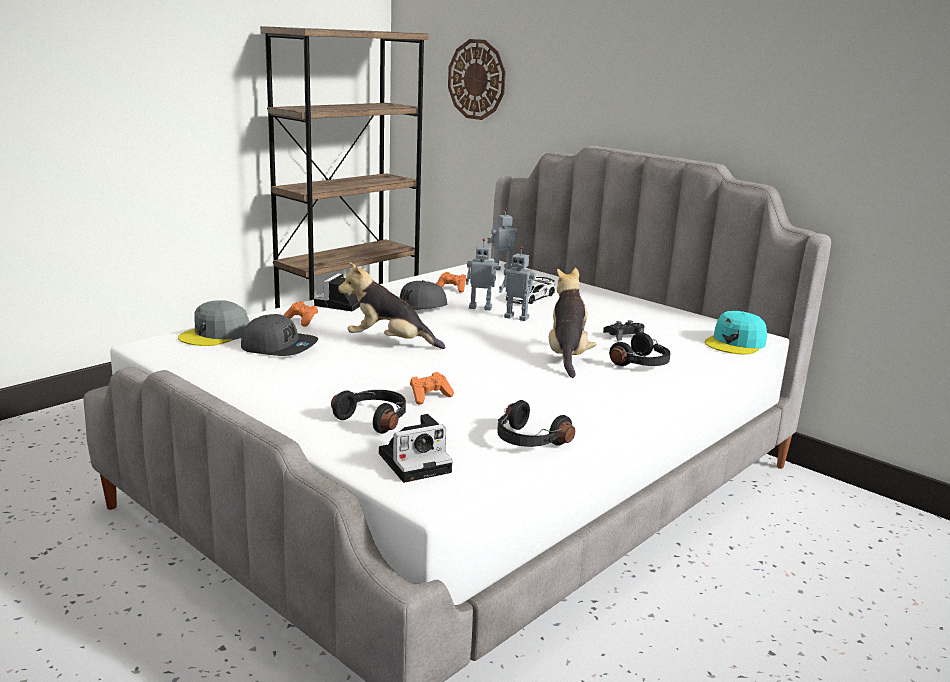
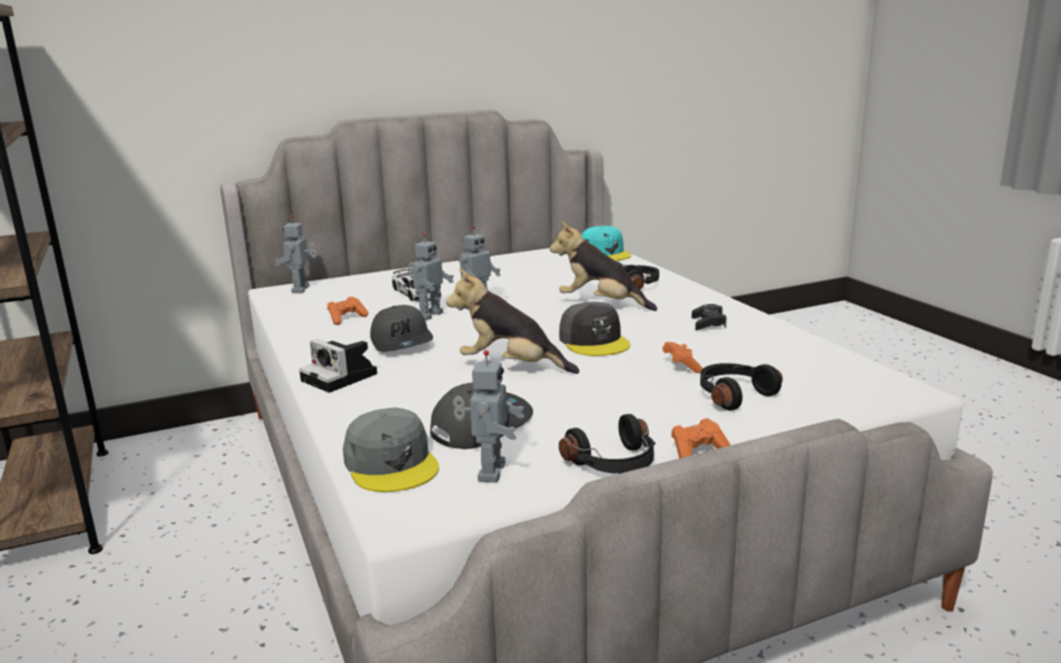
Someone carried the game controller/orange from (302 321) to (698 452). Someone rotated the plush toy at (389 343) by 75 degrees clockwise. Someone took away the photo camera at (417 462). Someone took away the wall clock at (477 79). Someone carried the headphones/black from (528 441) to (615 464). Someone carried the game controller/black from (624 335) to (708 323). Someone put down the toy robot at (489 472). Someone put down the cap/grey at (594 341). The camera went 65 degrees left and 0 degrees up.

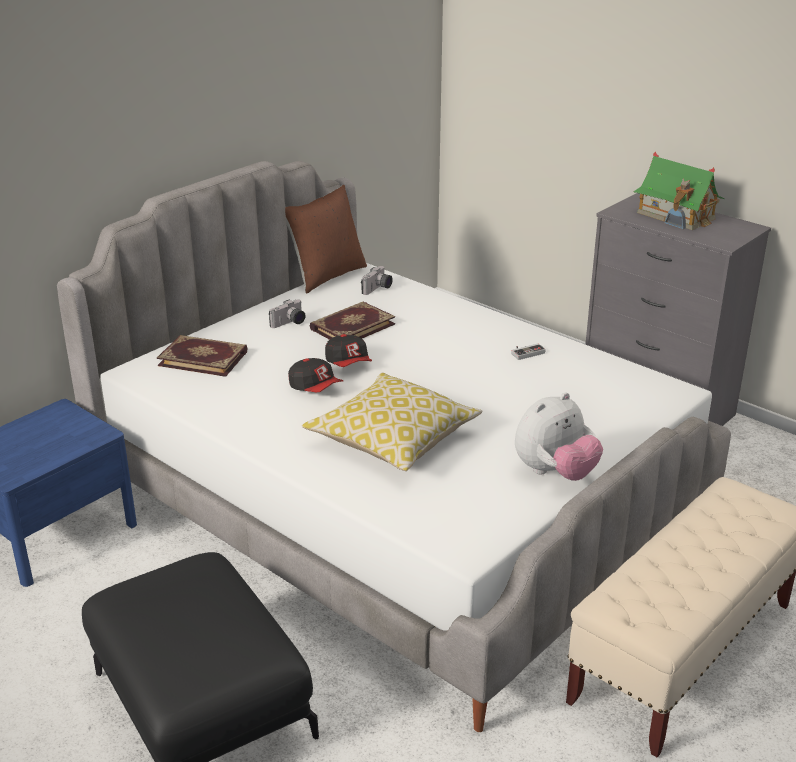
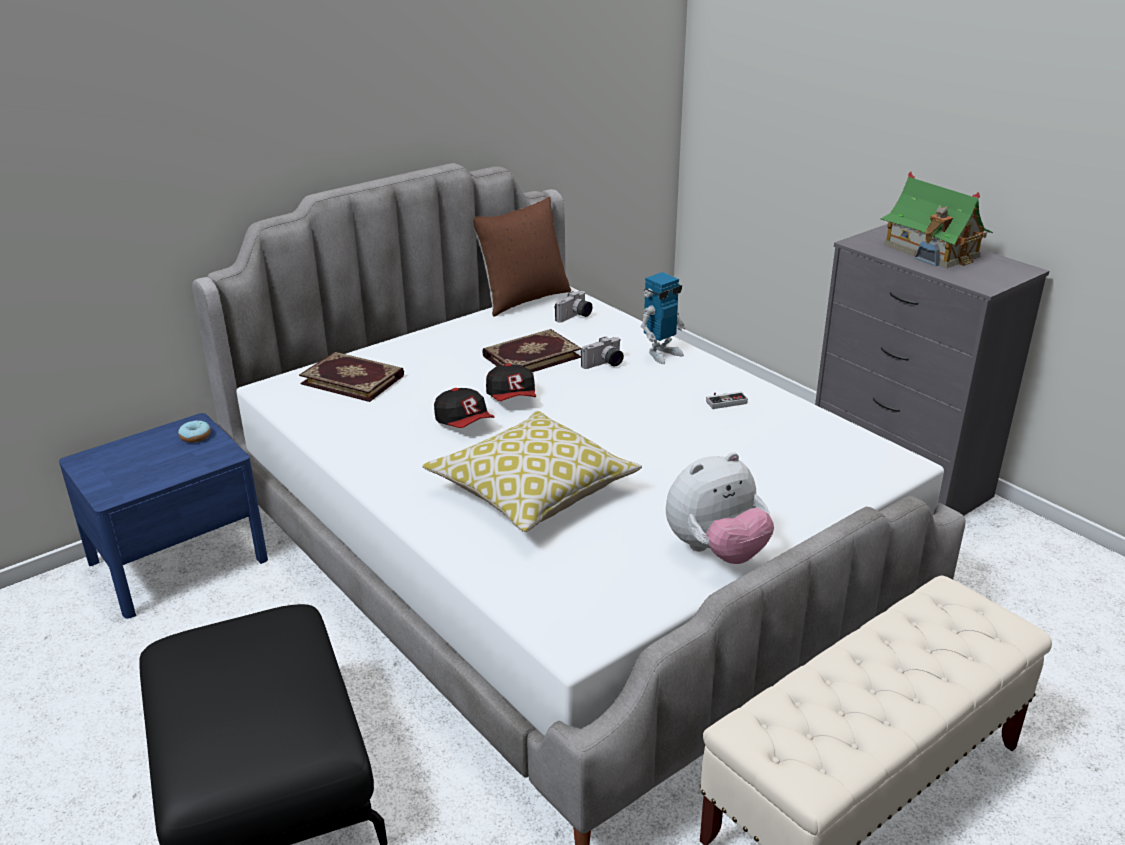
Someone carried the photo camera from (289 323) to (604 365). Someone put down the donut at (195 437). Someone put down the toy robot at (661 354). The camera went 10 degrees right and 0 degrees up.

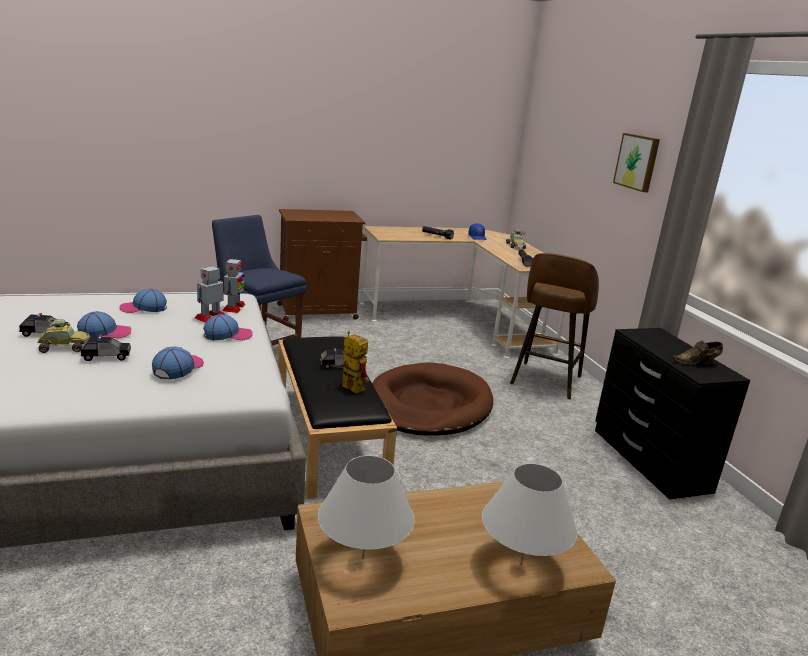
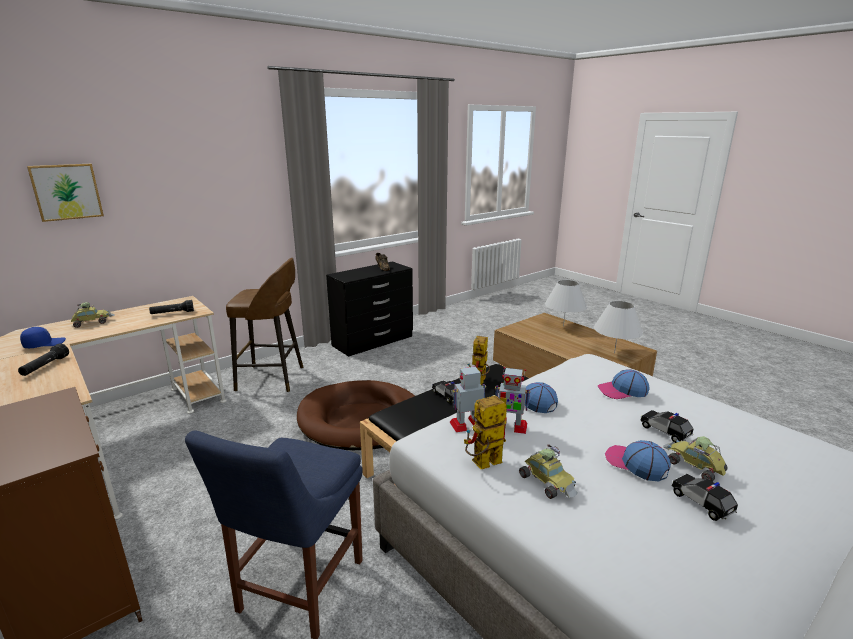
Someone swapped the cap at (143 308) for the toy car at (548 482). Someone carried the picture from (637 162) to (66 191). Someone put down the toy robot at (483 465). The camera went 110 degrees left and 0 degrees up.

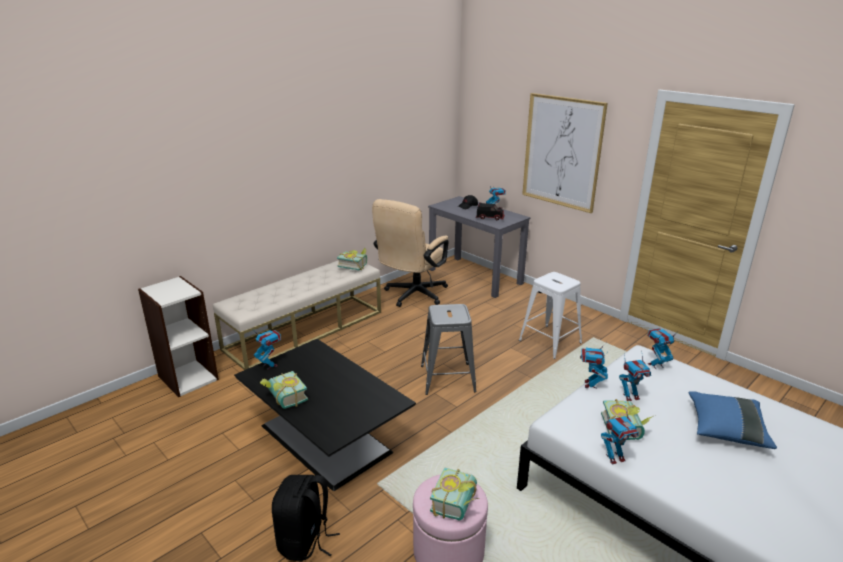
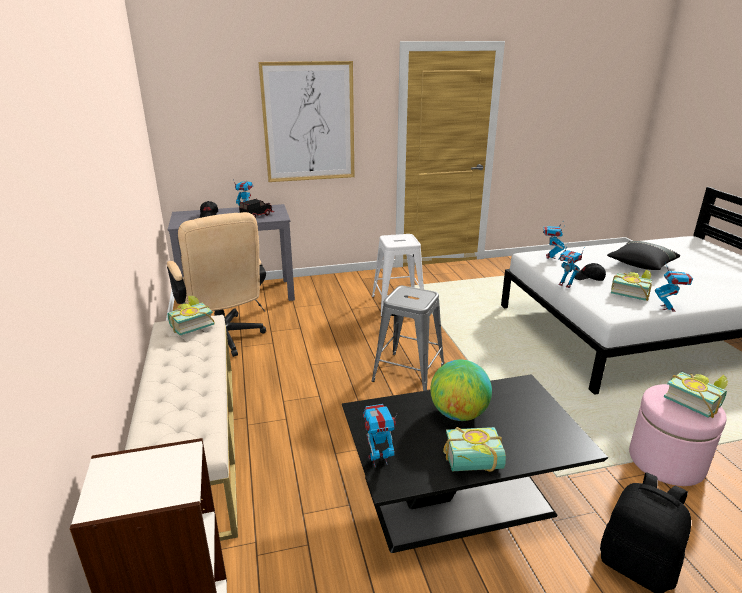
Someone swapped the toy robot at (630 397) for the cap/black at (588 278). Someone repainted the pillow/blue at (726 429), which became the pillow/black at (640 265). Someone put down the globe at (458 414). The camera went 60 degrees left and 0 degrees up.

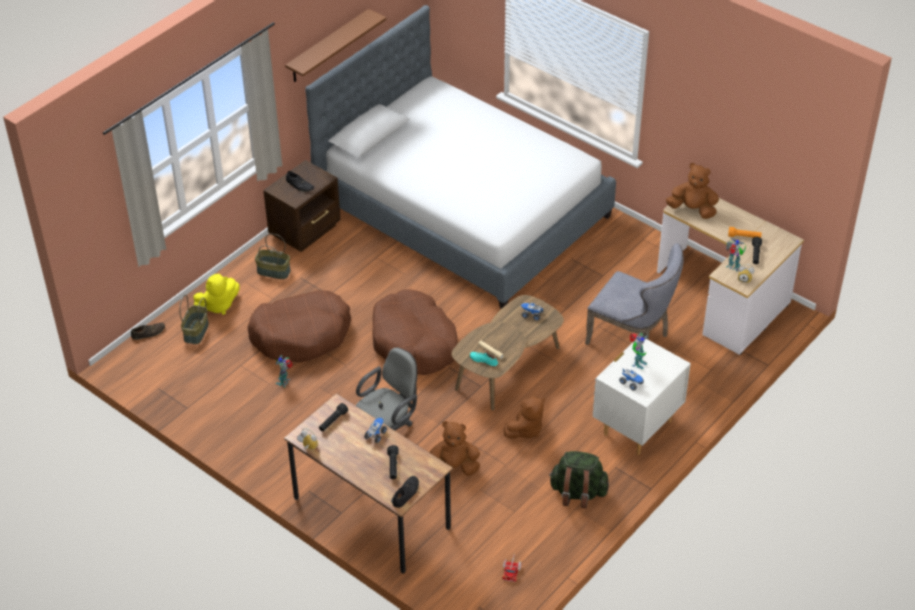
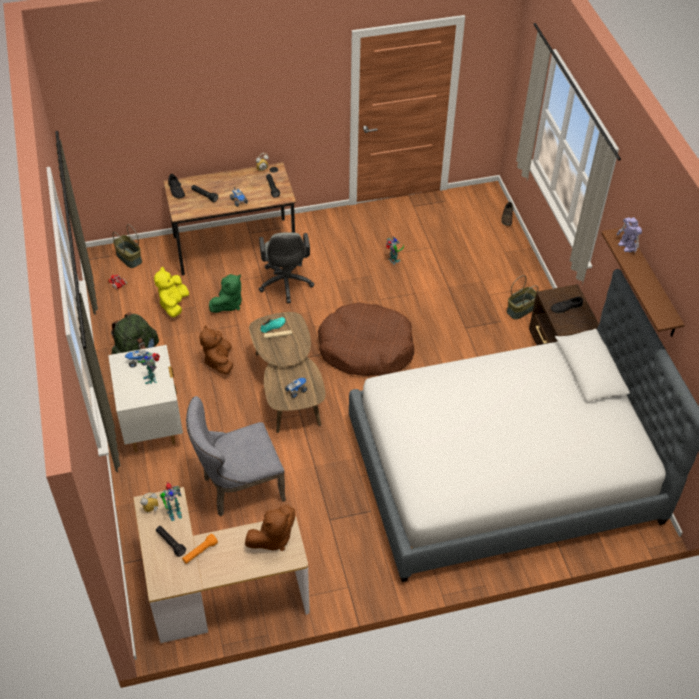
Someone carried the basket from (196 332) to (128 258). Someone carried the plush toy/yellow from (218 305) to (174 304). Someone took away the dog bed/brown at (301 335). Someone repainted the plush toy/brown at (453 467), which became the plush toy/green at (228 304). Someone put down the toy robot at (626 247). The camera went 125 degrees right and 5 degrees up.

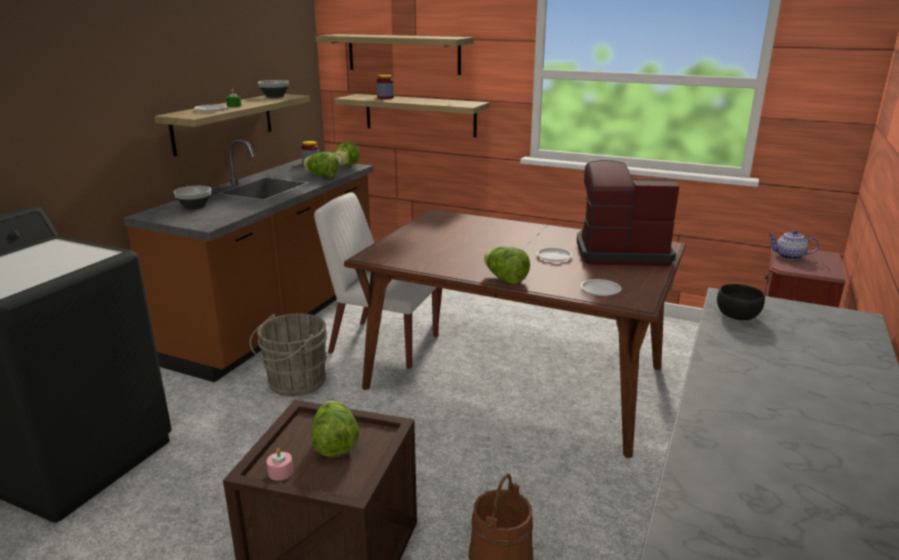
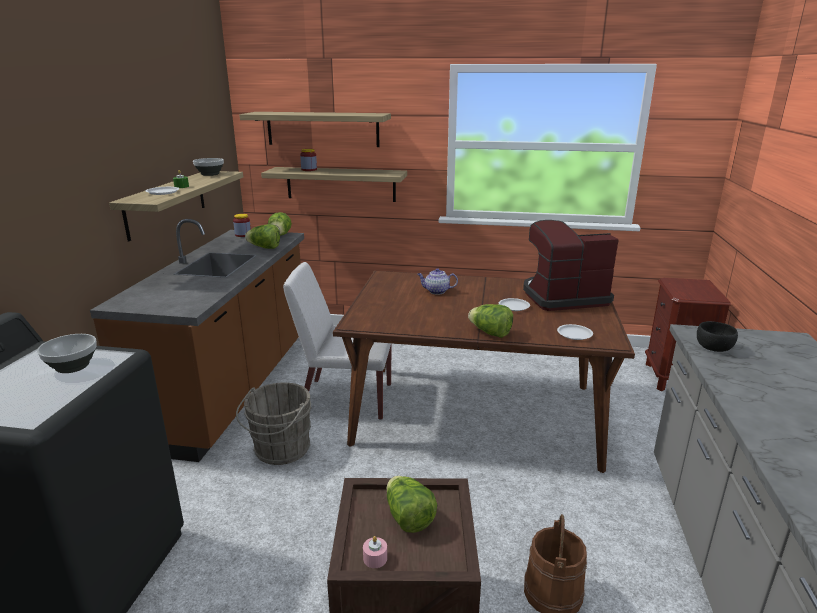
Someone carried the bowl from (194 206) to (72 367). Someone carried the teapot from (789 256) to (436 291). The camera went 15 degrees left and 0 degrees up.

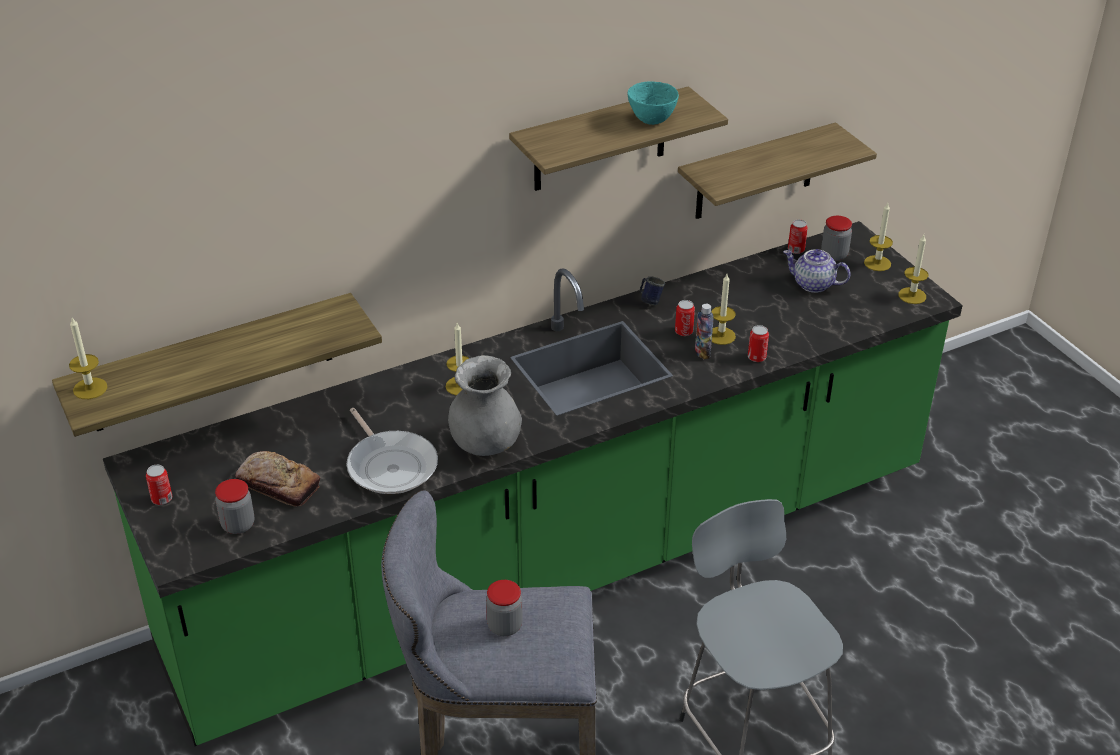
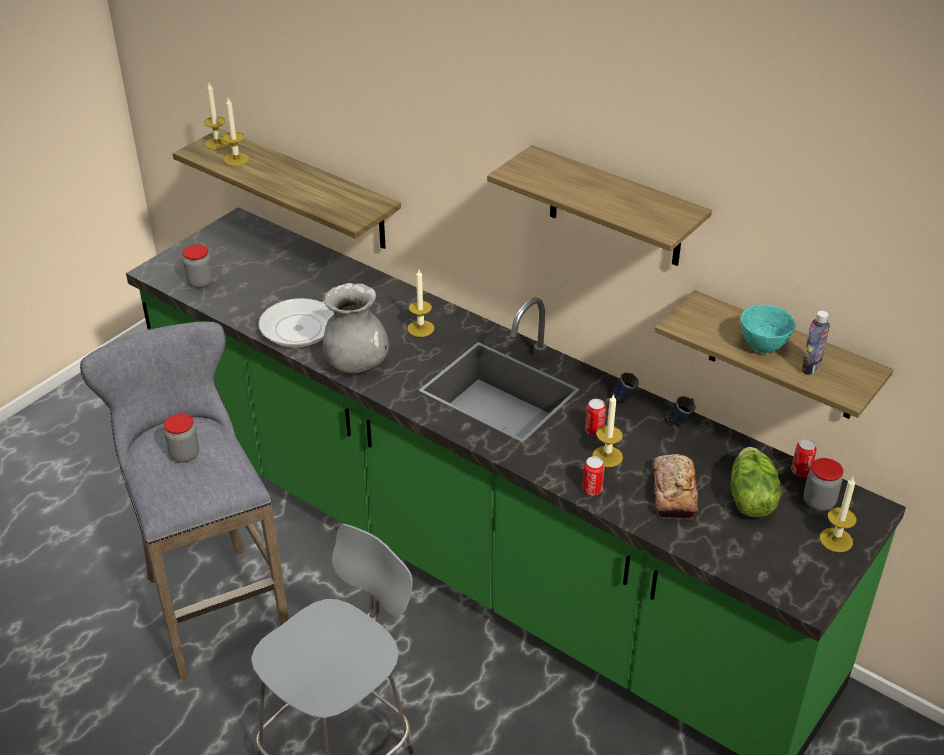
Someone took away the can at (162 499). Someone carried the bread from (278 485) to (673 492). Someone carried the bowl/turquoise from (651 120) to (761 346). Someone carried the bottle from (702 353) to (810 368). Someone swapped the teapot at (813 284) for the lettuce at (749 499). Someone carried the candle from (912 295) to (236 159). Someone put down the mug/blue at (681 420). The camera went 65 degrees right and 0 degrees up.

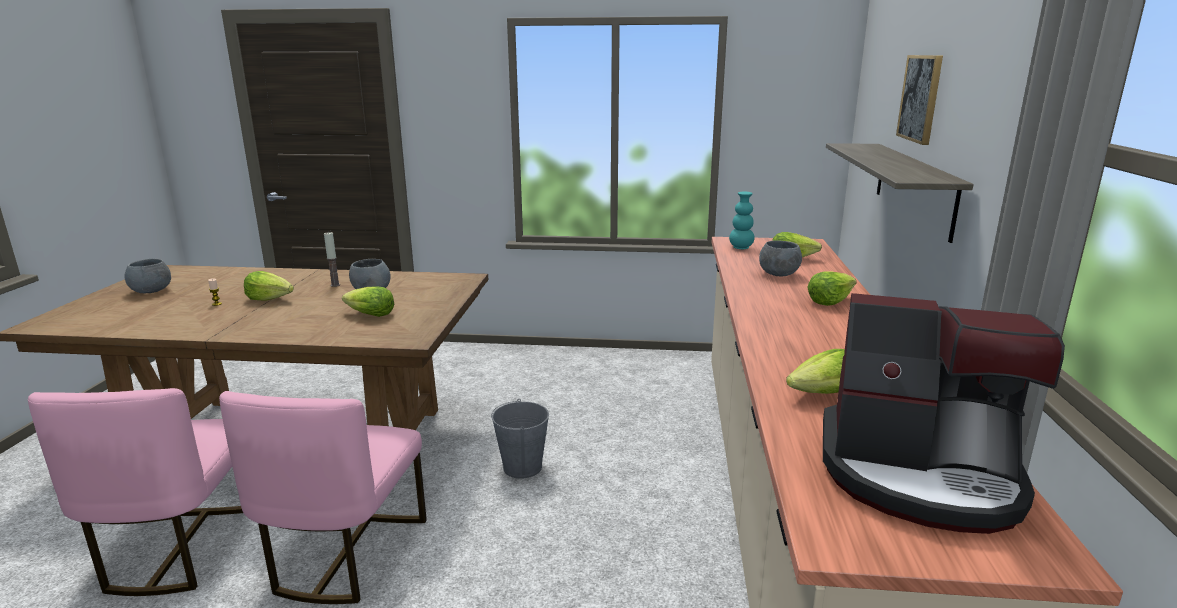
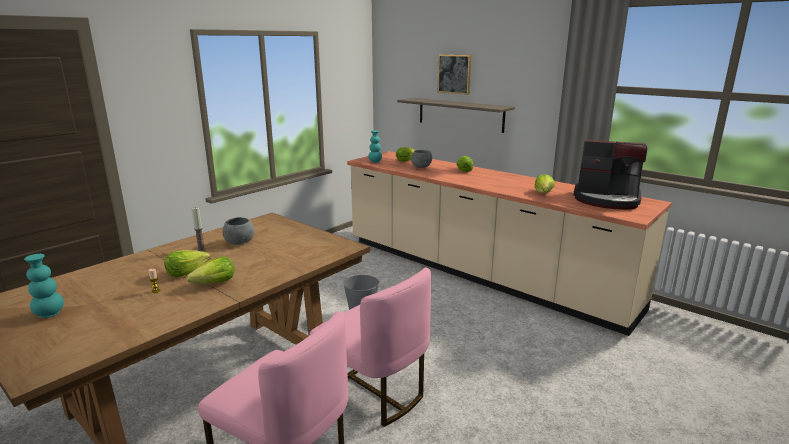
Someone swapped the bowl/grey at (152 291) for the vase/turquoise at (49 314). Someone carried the lettuce from (370 315) to (215 283). Someone rotated the coffee machine at (919 474) by 60 degrees clockwise. The camera went 55 degrees left and 0 degrees up.

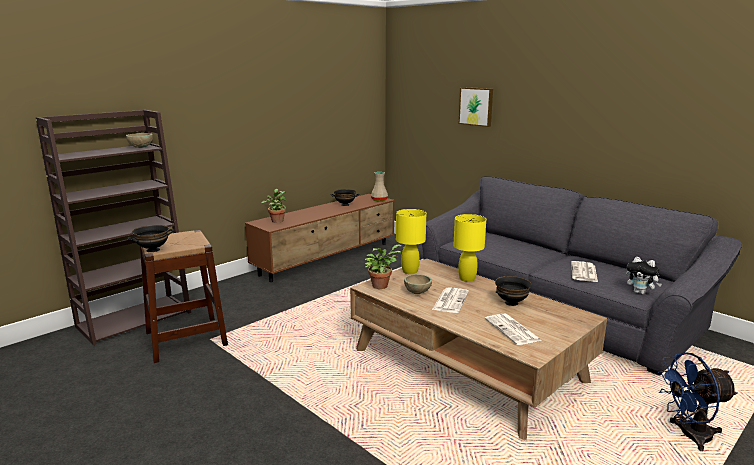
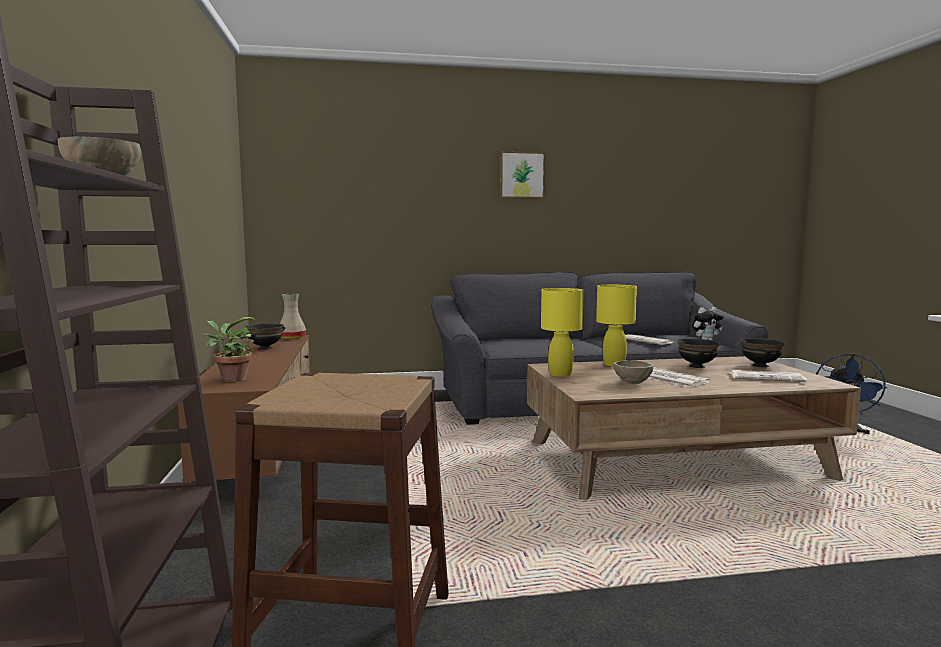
Someone carried the bowl/black from (153 250) to (761 366). Someone took away the potted plant at (381 285). Someone carried the picture from (476 106) to (521 175). The camera went 55 degrees left and 10 degrees down.

